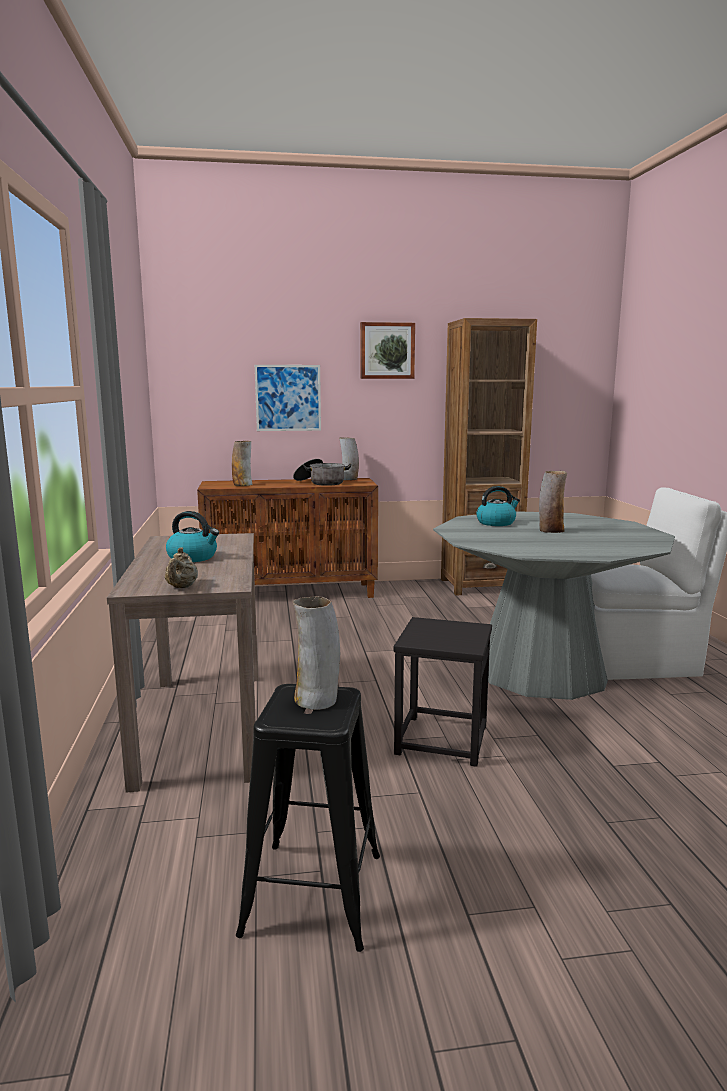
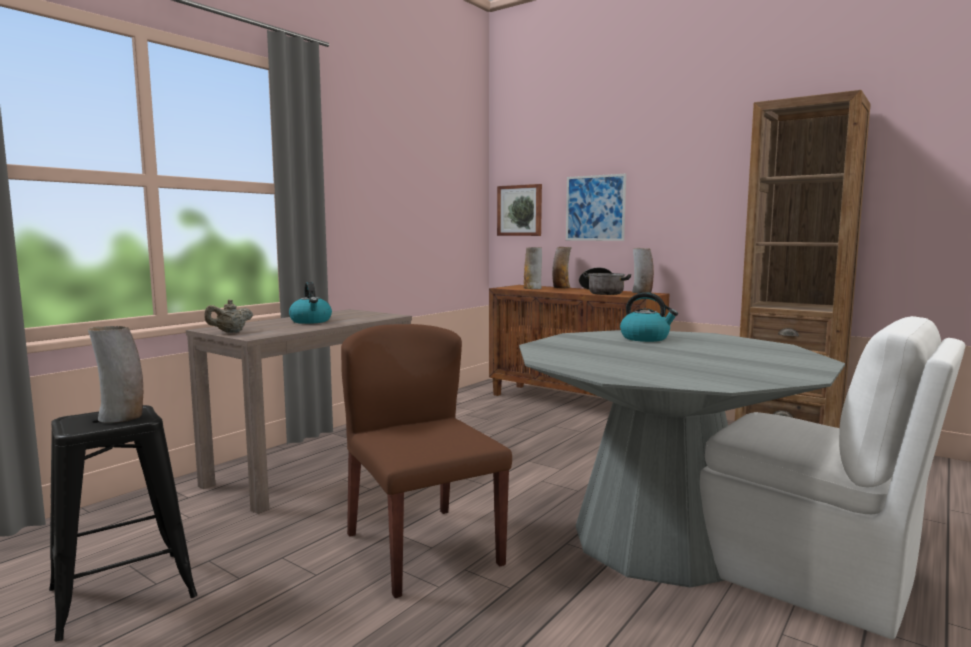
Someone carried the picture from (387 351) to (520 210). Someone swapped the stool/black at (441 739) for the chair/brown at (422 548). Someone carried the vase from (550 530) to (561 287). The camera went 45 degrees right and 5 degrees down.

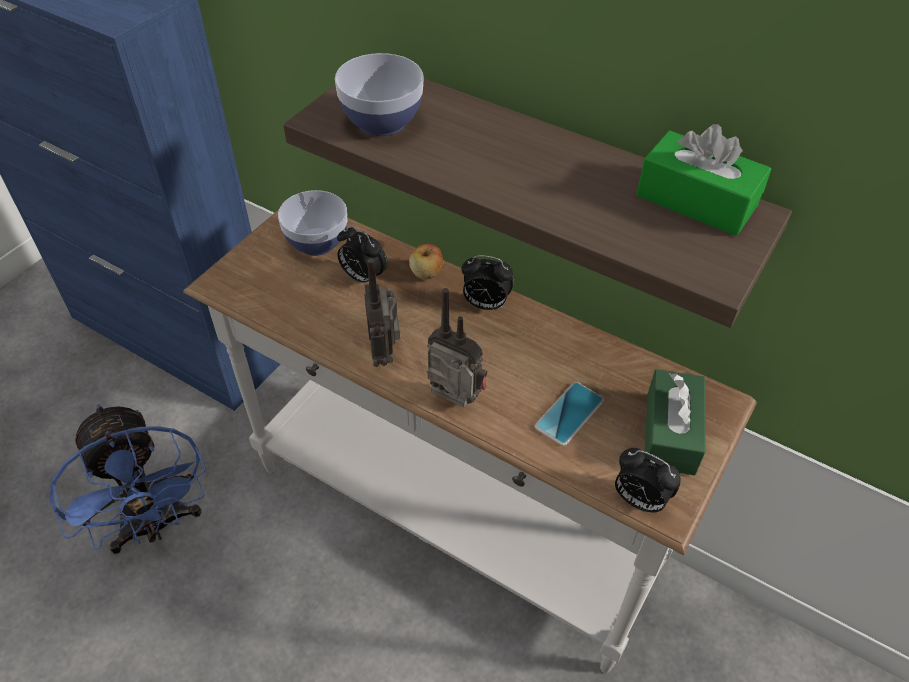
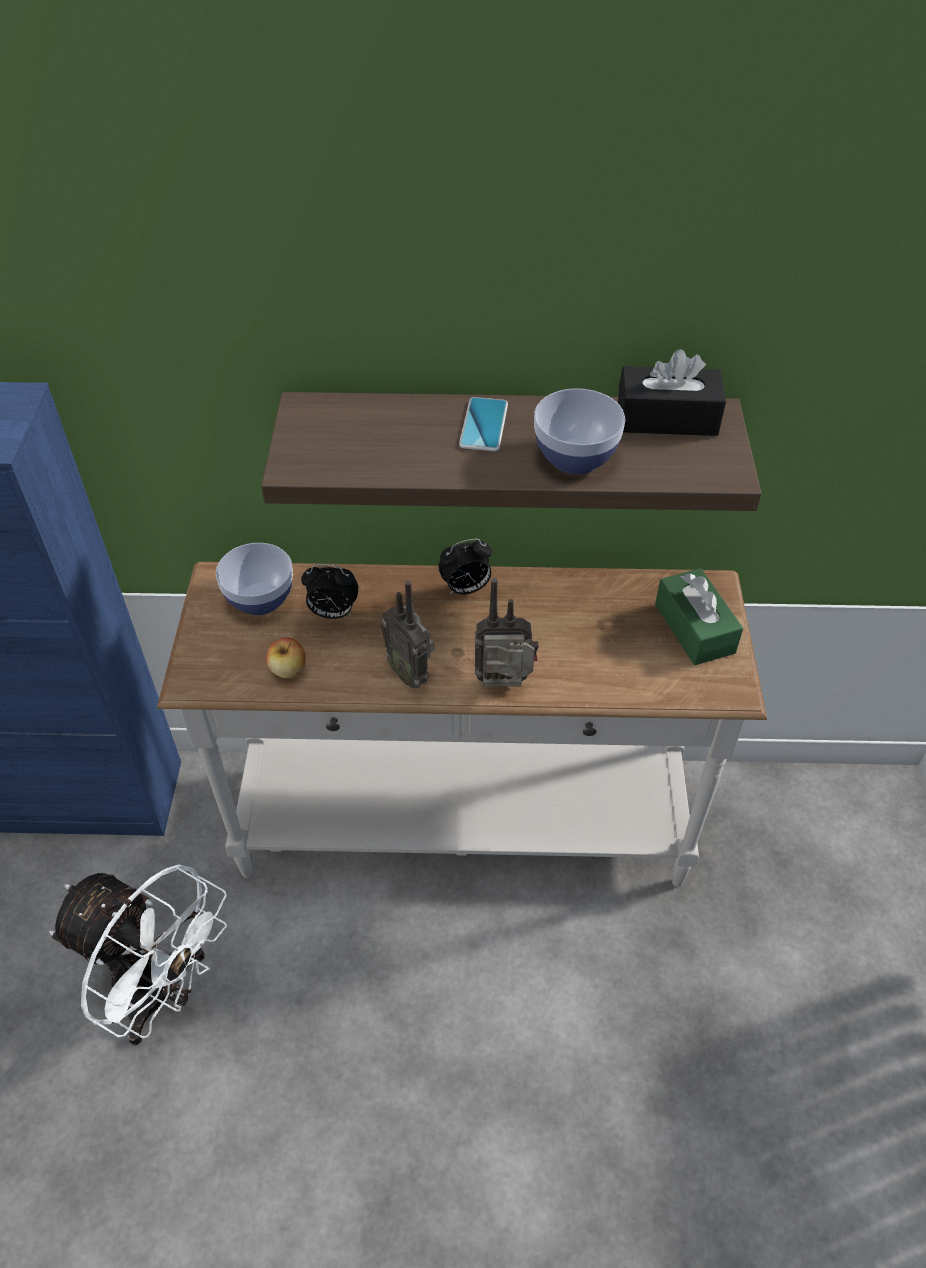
Someone repainted the fan/blue at (155 526), which became the fan/white at (162 993). Someone carried the bowl from (382 121) to (575 458). Someone carried the apple from (426 273) to (288 670). Someone carried the phone from (569 414) to (483 425). Someone took away the alarm clock at (639 499). Someone repainted the tissue box/green at (696 201), which became the tissue box/black at (667 418). The camera went 30 degrees left and 0 degrees up.

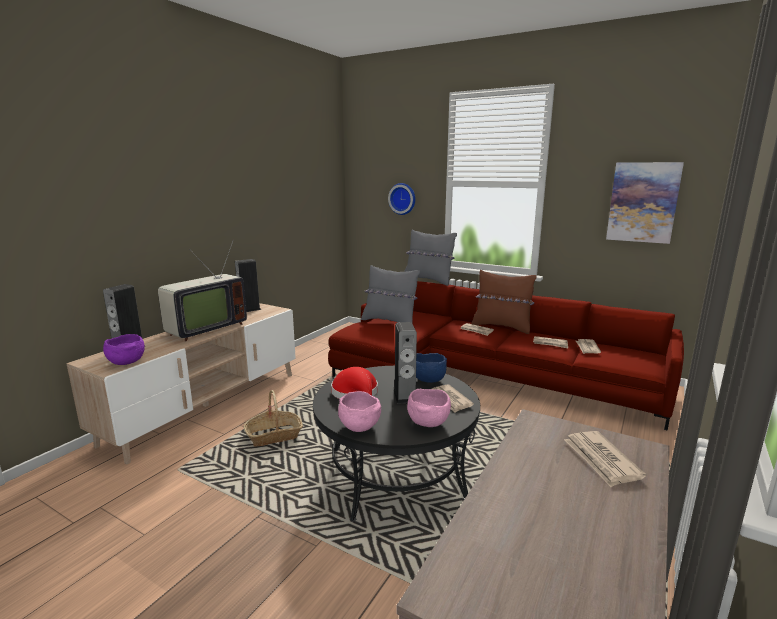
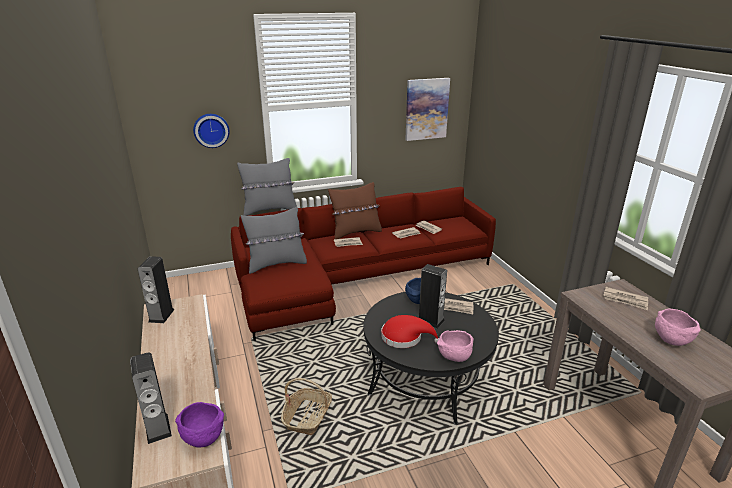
Someone took away the television at (204 329). Someone carried the bowl/pink from (428 422) to (670 340). The camera went 50 degrees left and 10 degrees up.

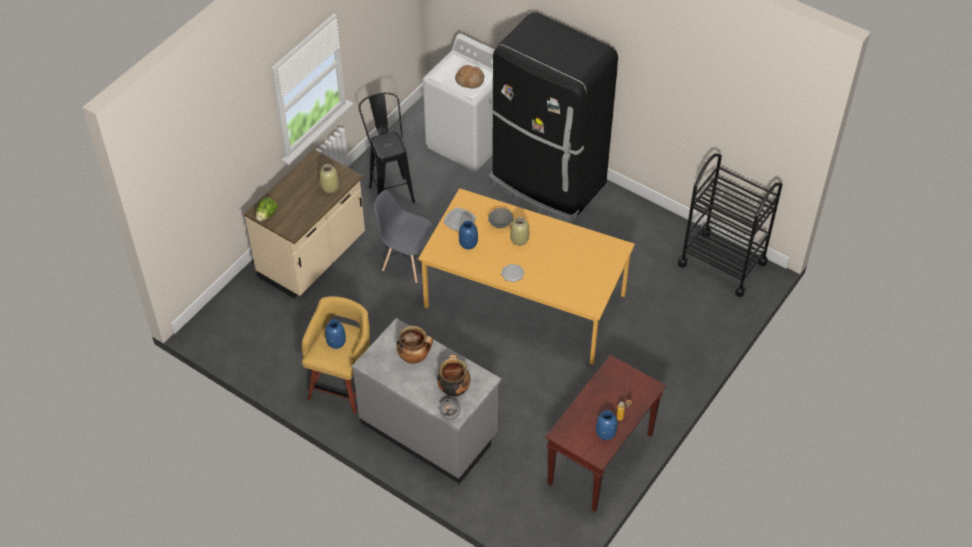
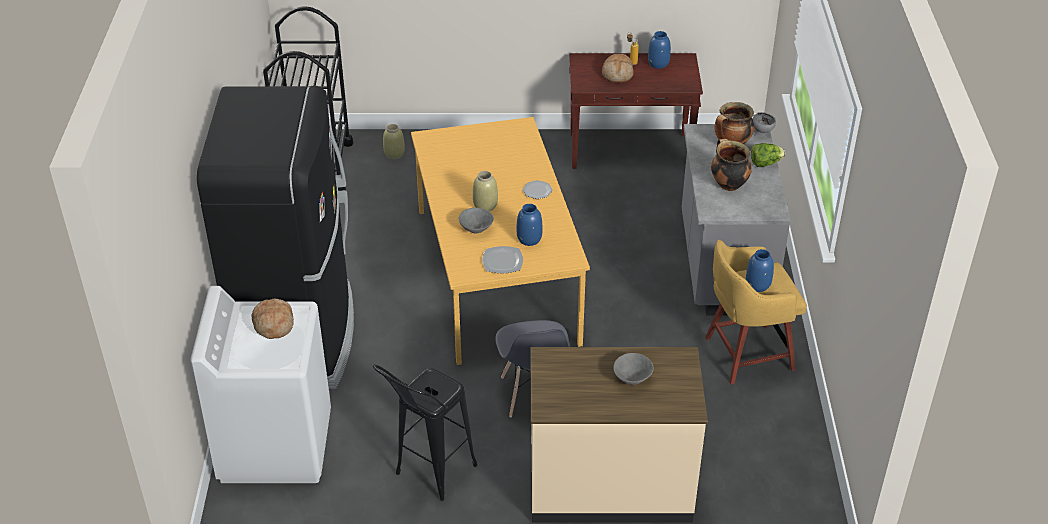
Someone carried the lettuce from (266 215) to (765 163). Someone carried the vase/beige from (330 187) to (394 154). Someone put down the bread at (617 74). Someone put down the bowl/grey at (631 379). The camera went 125 degrees left and 10 degrees down.

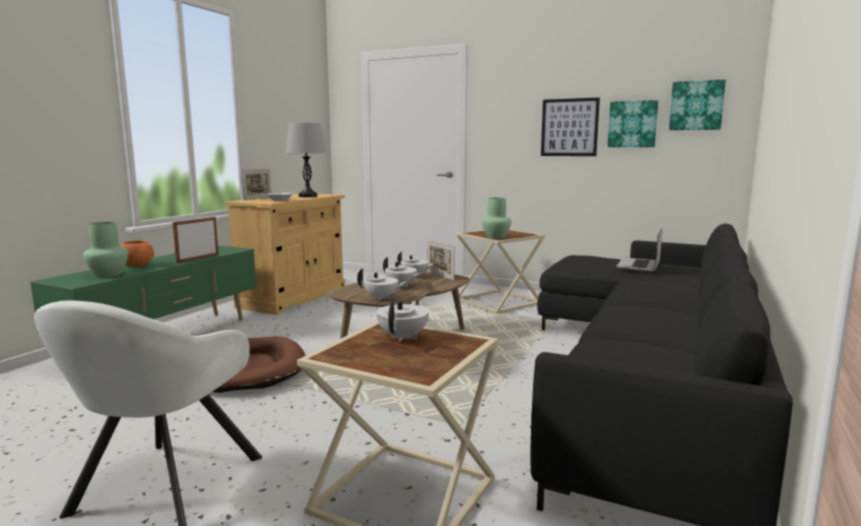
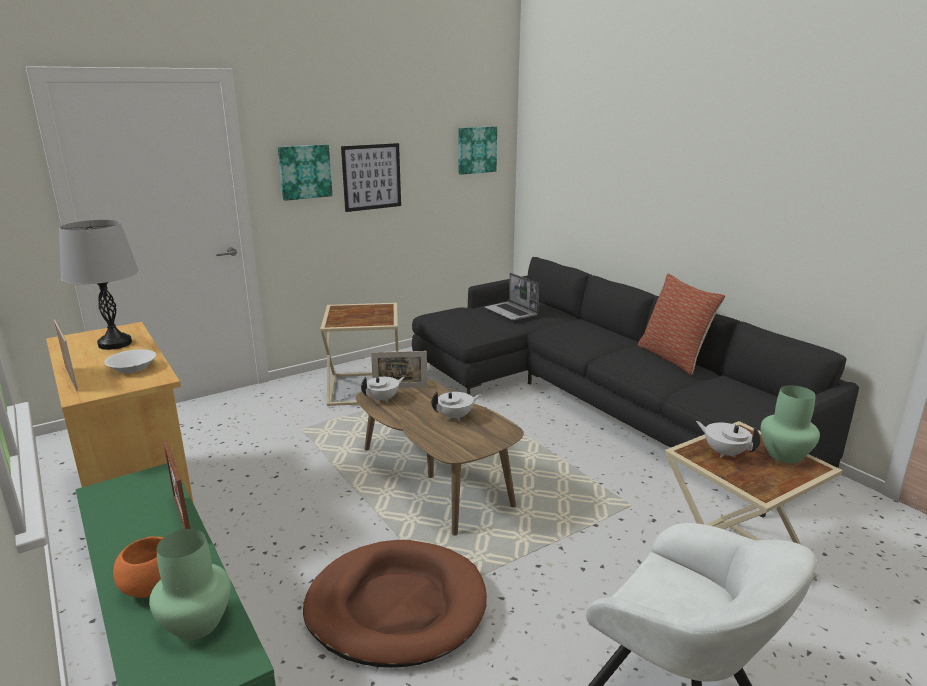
Someone took away the teapot/white at (381 298). Someone carried the vase/green from (496 237) to (785 455). Someone carried the picture from (632 124) to (304 172). Someone put down the pillow at (673 357). The camera went 60 degrees left and 10 degrees up.

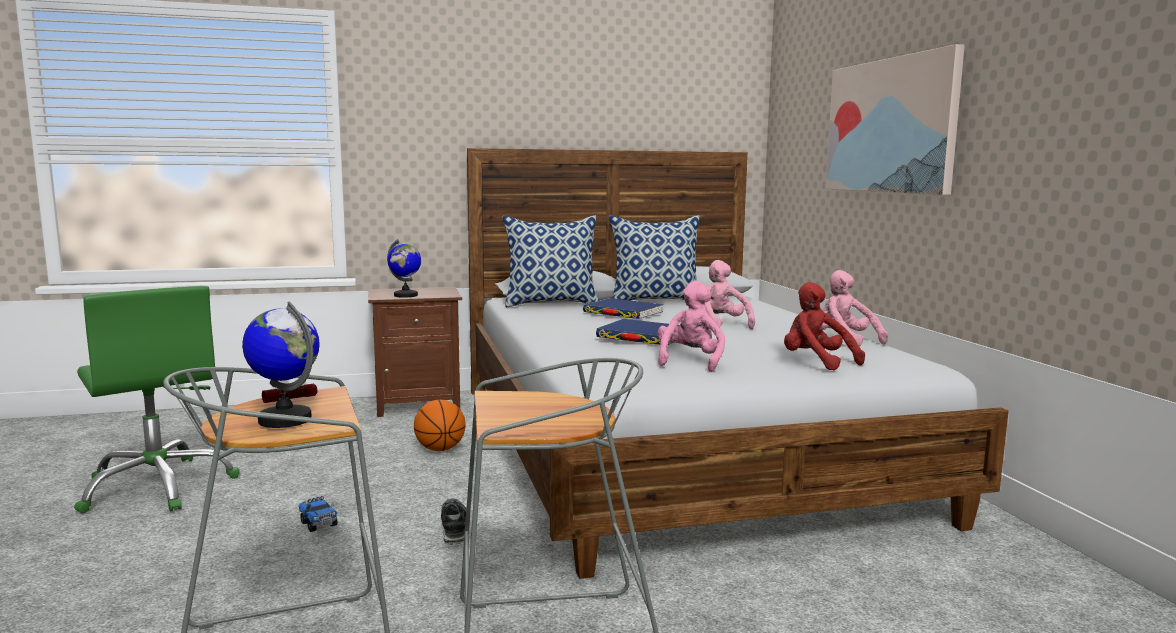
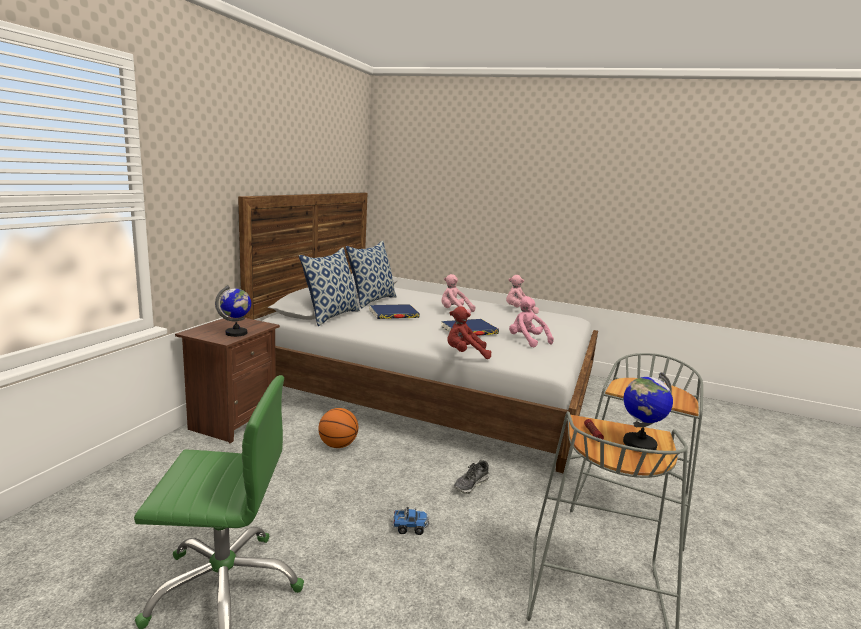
Someone rotated the shoe at (454 529) by 75 degrees counterclockwise. Someone carried the plush toy/red from (816 362) to (465 354). Someone took away the picture at (890 126). The camera went 55 degrees left and 5 degrees up.

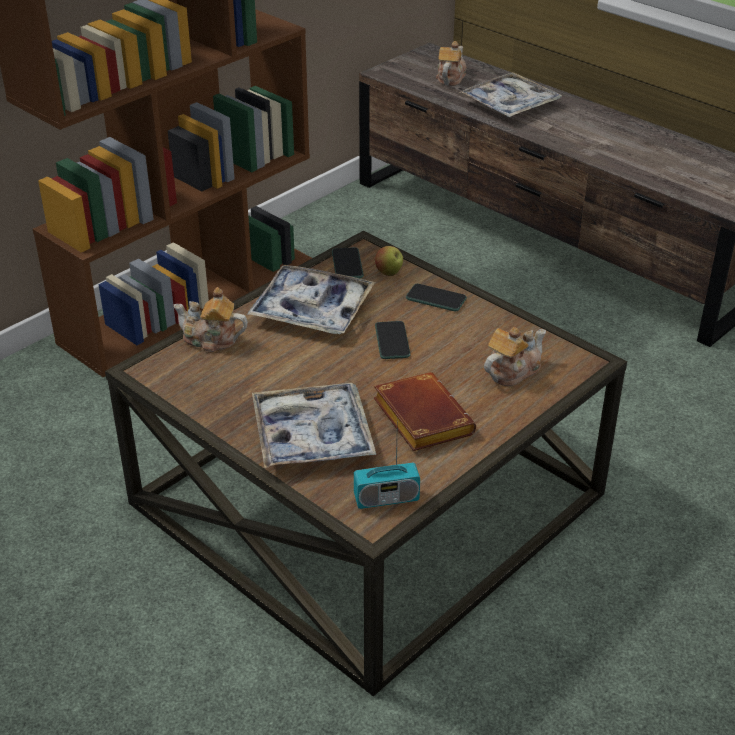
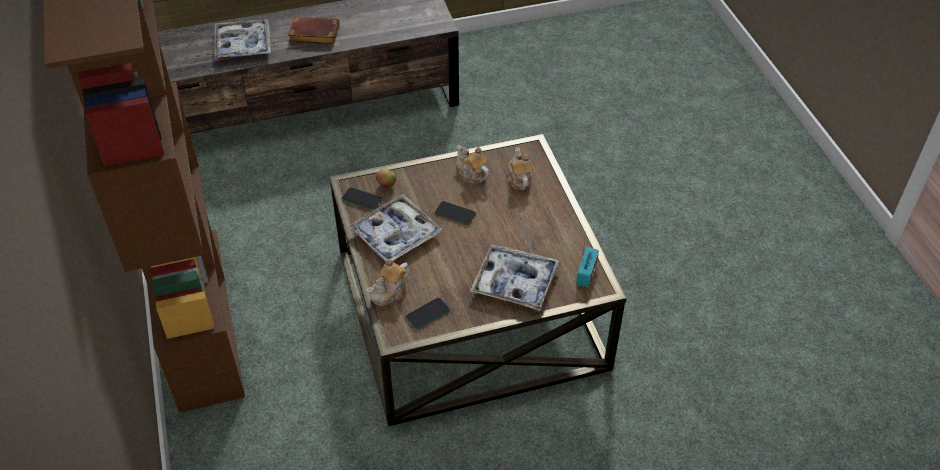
Someone carried the book/brown from (419 418) to (313 35). Someone carried the phone from (436 299) to (427 314). Someone carried the teapot from (450 78) to (471 174). The camera went 60 degrees left and 10 degrees up.

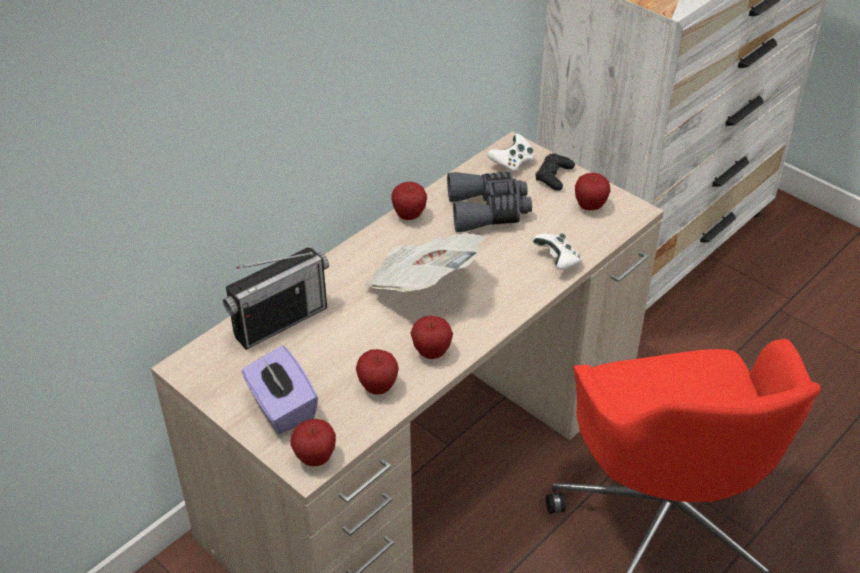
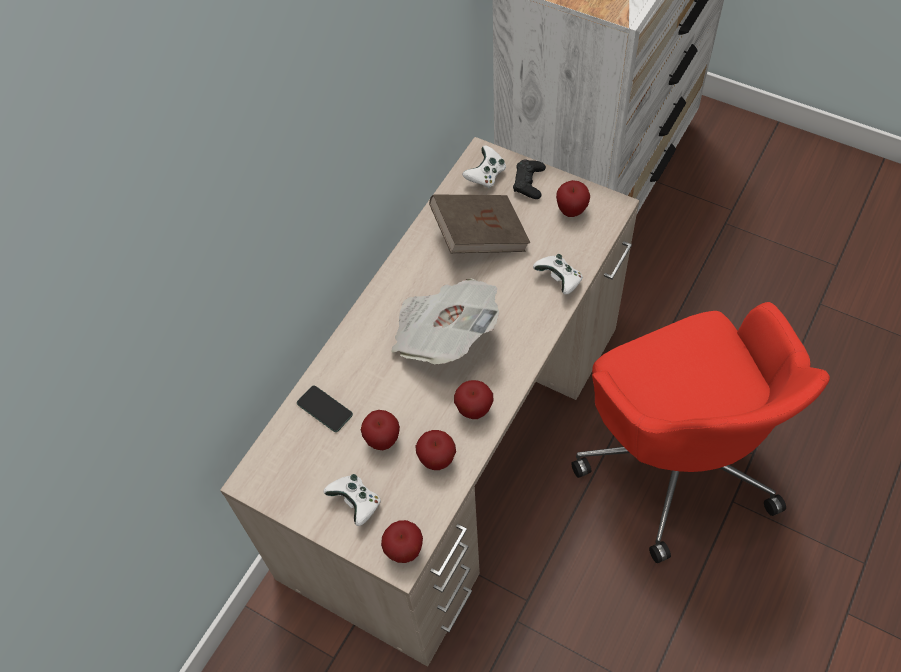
Someone swapped the radio at (280 322) for the phone at (324 409). Someone swapped the tissue box/purple at (281 407) for the game controller/white at (356 503). Someone carried the apple from (409 216) to (382 440). Someone swapped the binoculars/grey at (488 211) for the book/brown at (479 237). The camera went 10 degrees left and 15 degrees up.

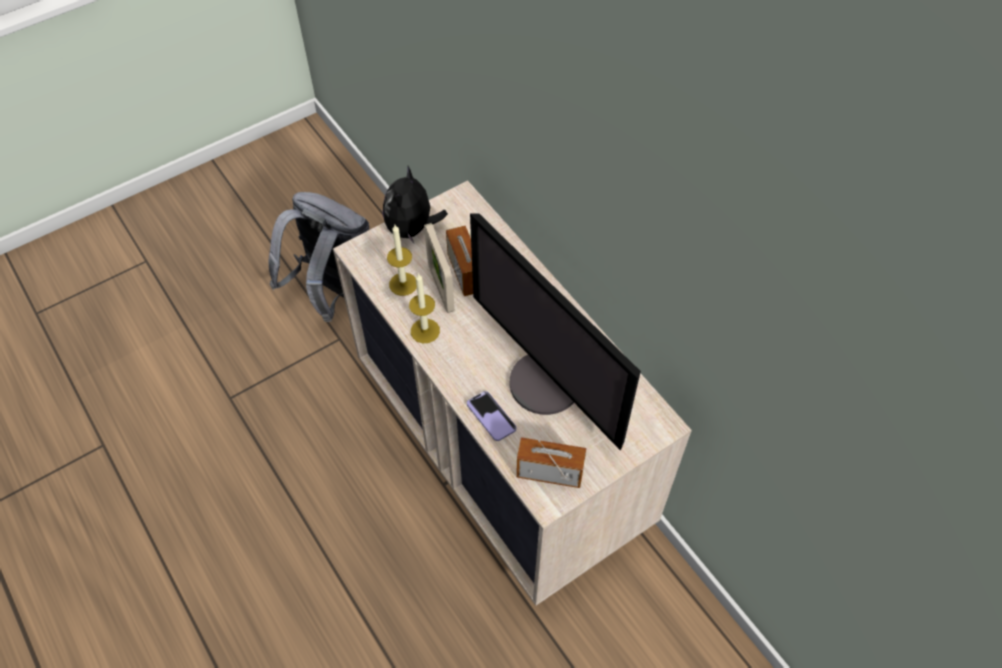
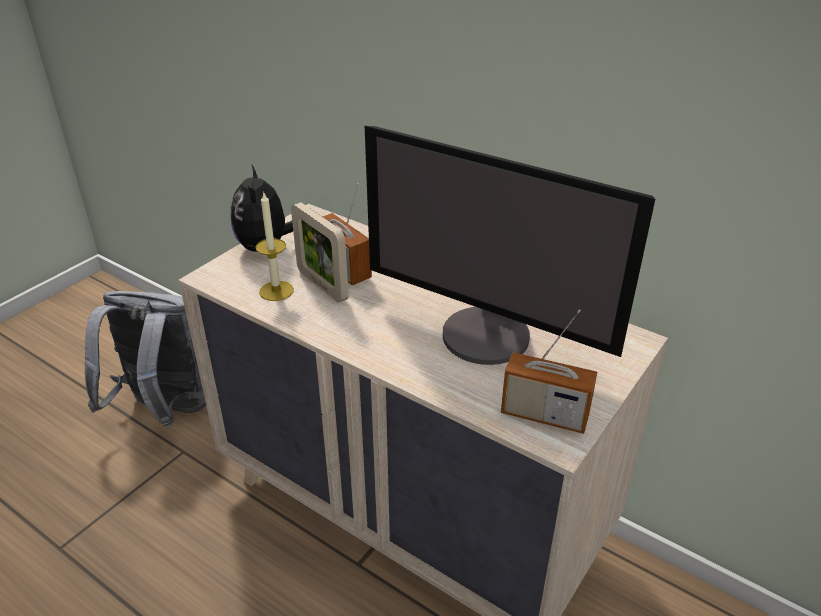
Someone took away the candle at (425 331). Someone took away the phone at (491 416). Someone rotated the radio at (549 473) by 150 degrees counterclockwise. The camera went 20 degrees left and 20 degrees down.

